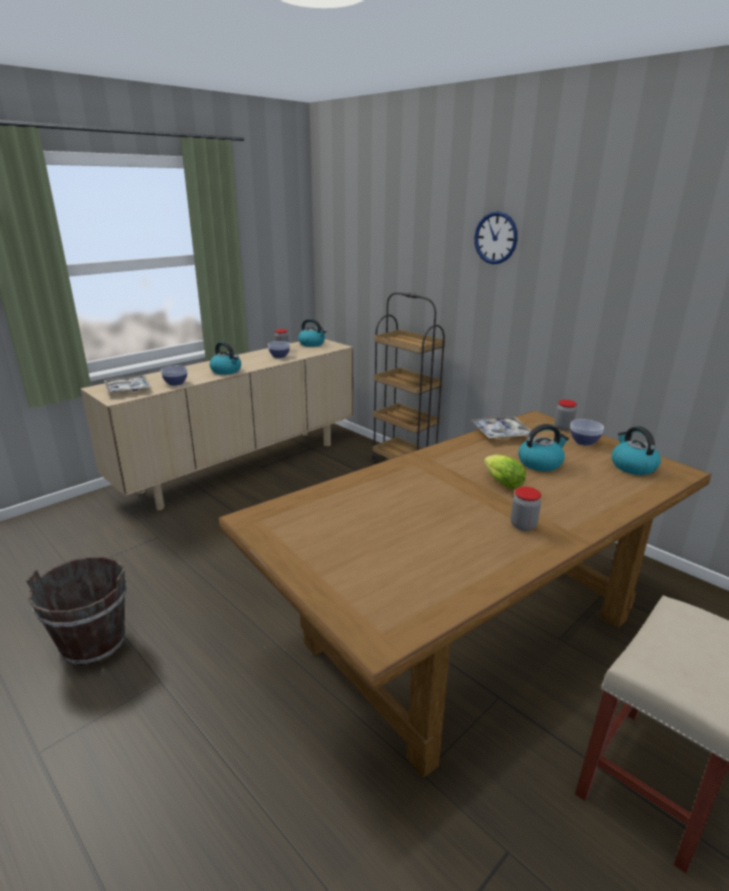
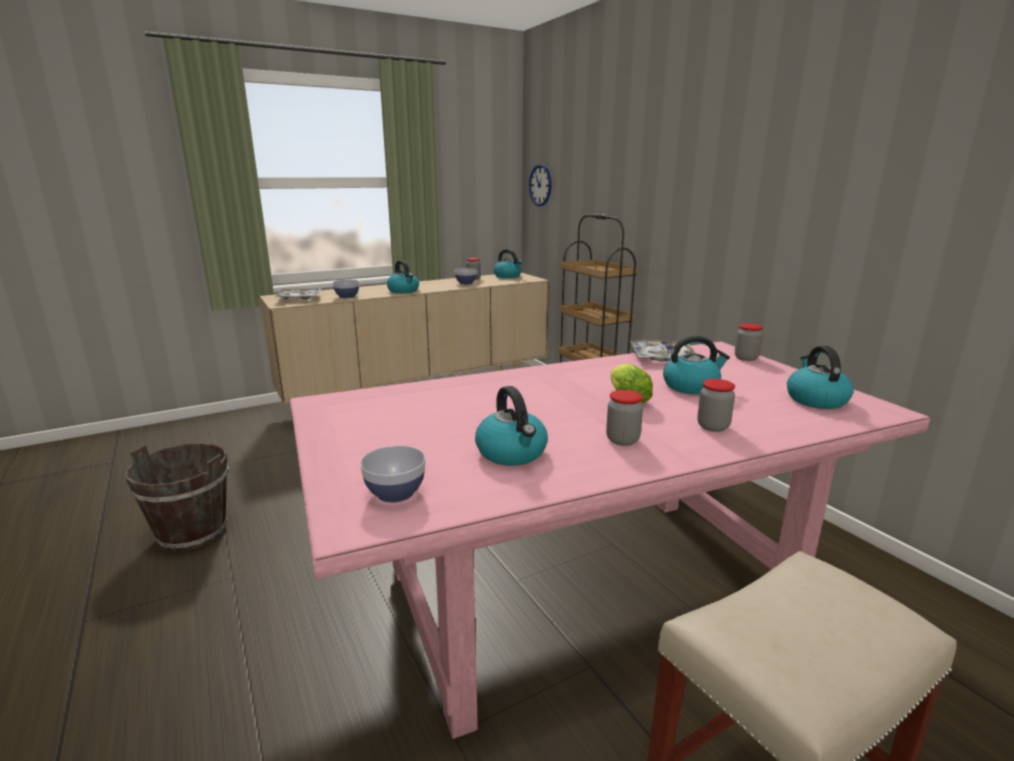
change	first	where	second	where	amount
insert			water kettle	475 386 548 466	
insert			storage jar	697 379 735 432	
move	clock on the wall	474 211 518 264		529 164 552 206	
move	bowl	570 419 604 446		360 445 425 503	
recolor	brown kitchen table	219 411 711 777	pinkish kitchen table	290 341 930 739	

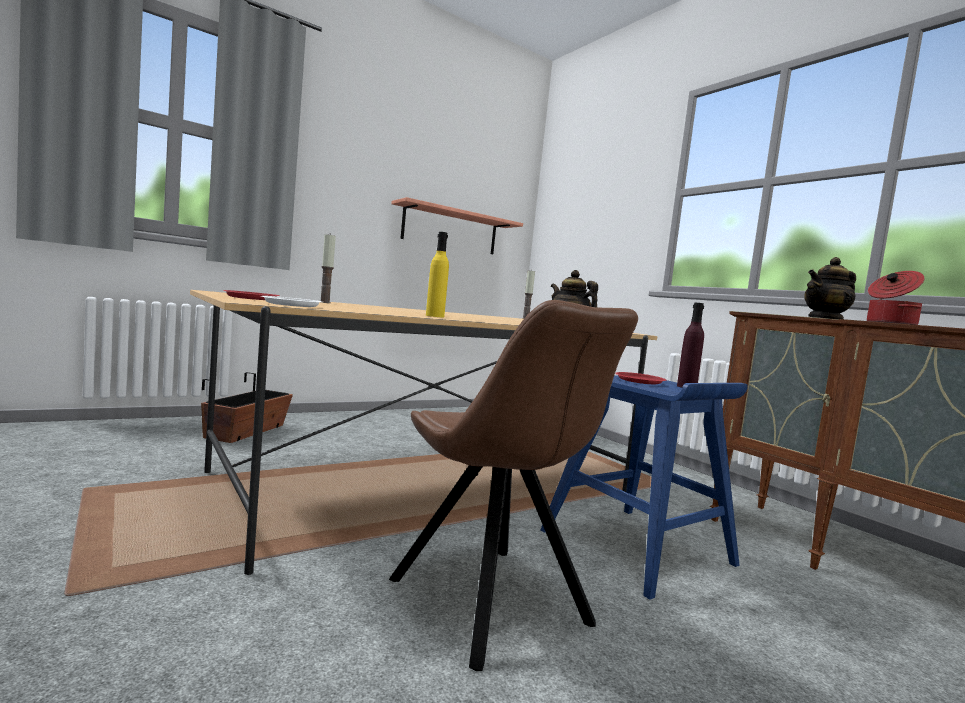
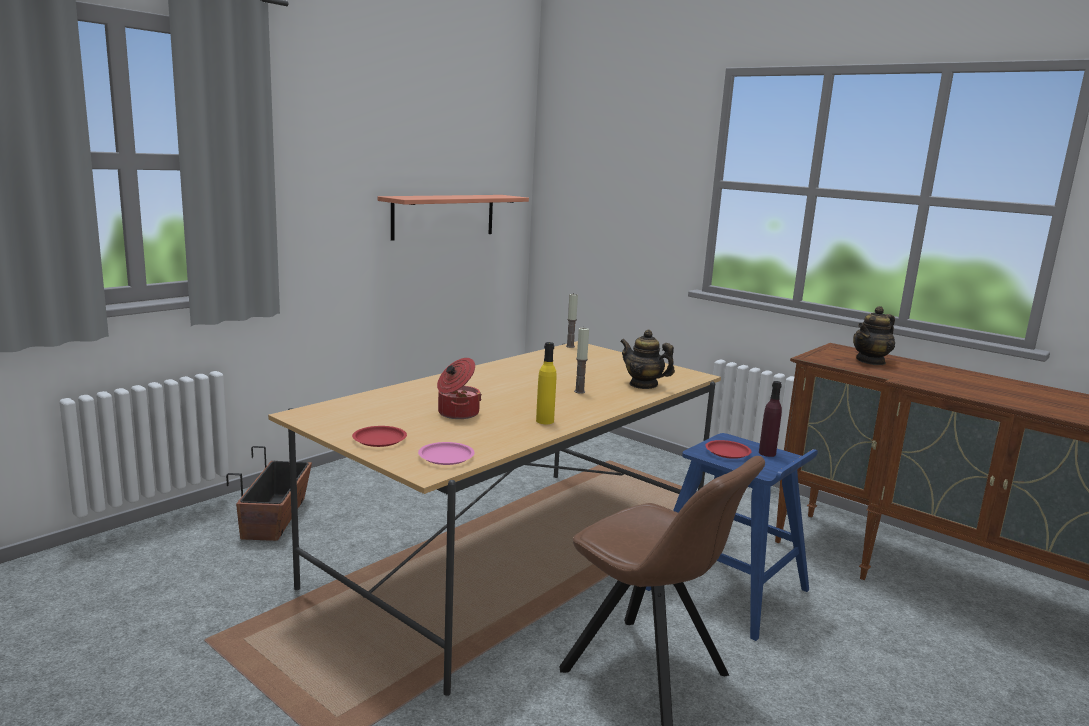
change	first	where	second	where	amount
move	candle	321 234 336 303		574 328 589 394	
move	cooking pot	867 271 925 325		437 358 482 419	
recolor	white dinner plate	261 296 322 307	pinkish dinner plate	418 442 475 465	

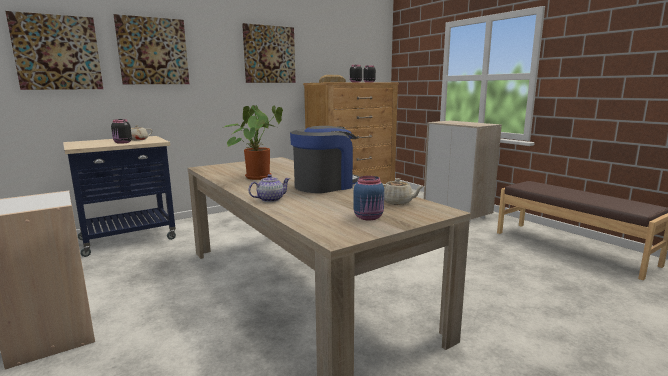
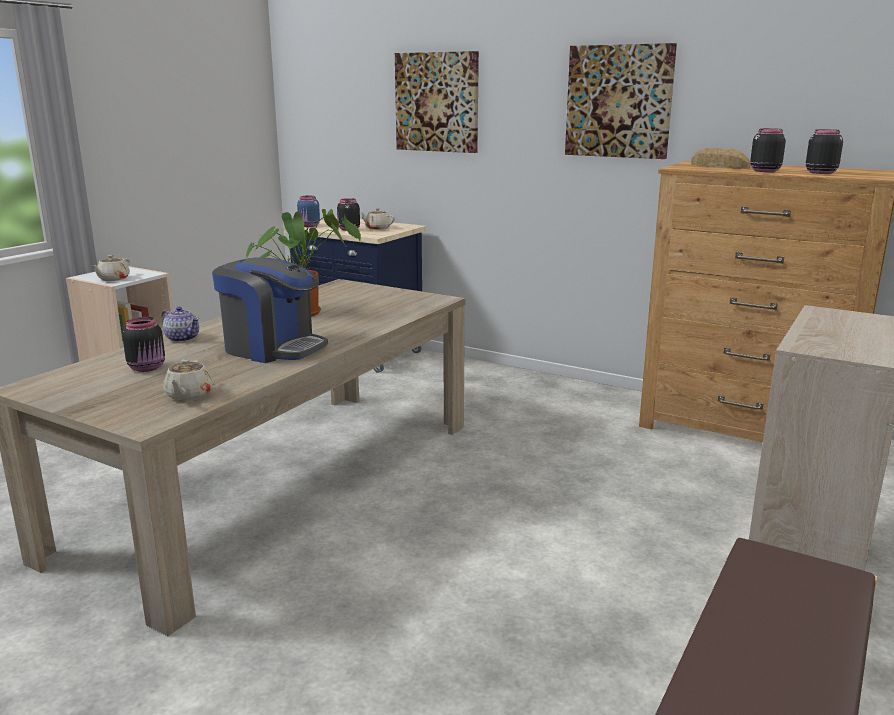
change	first	where	second	where	amount
delete	picture	6 11 103 90			
insert			beige tea pot	91 255 130 281	
insert			black storage jar	122 317 165 372	
move	bluish storage jar	354 176 384 220		297 196 320 227	

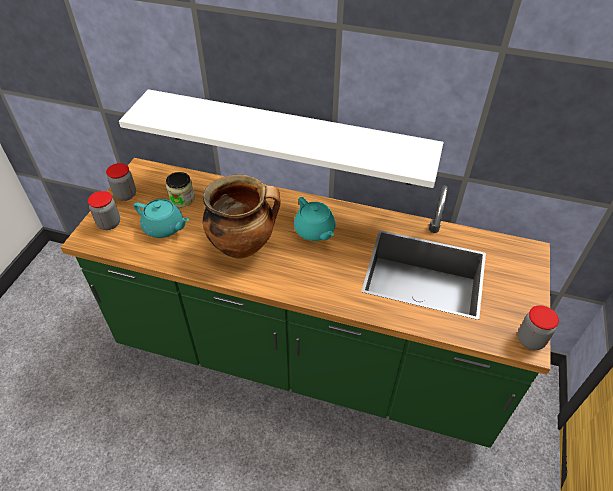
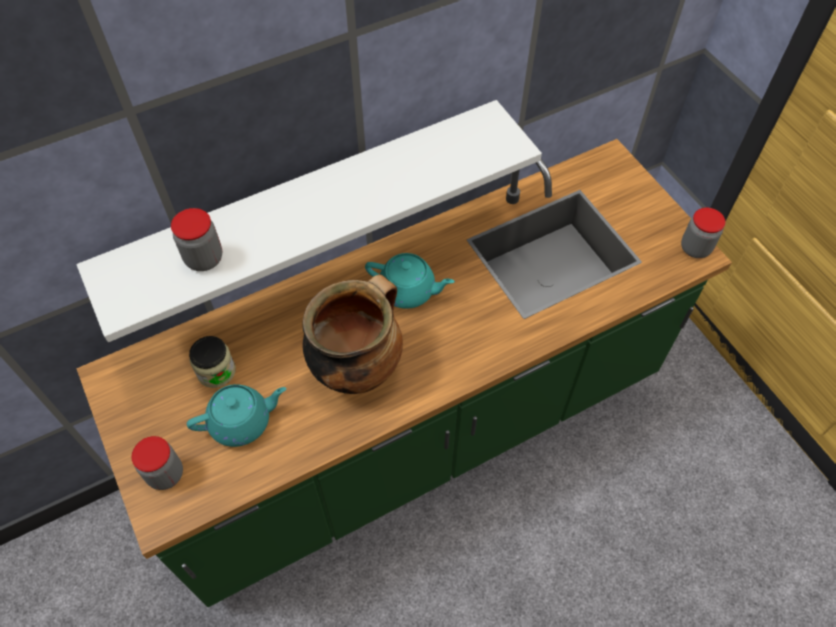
change	first	where	second	where	amount
move	storage jar	106 163 136 201		171 208 222 271	

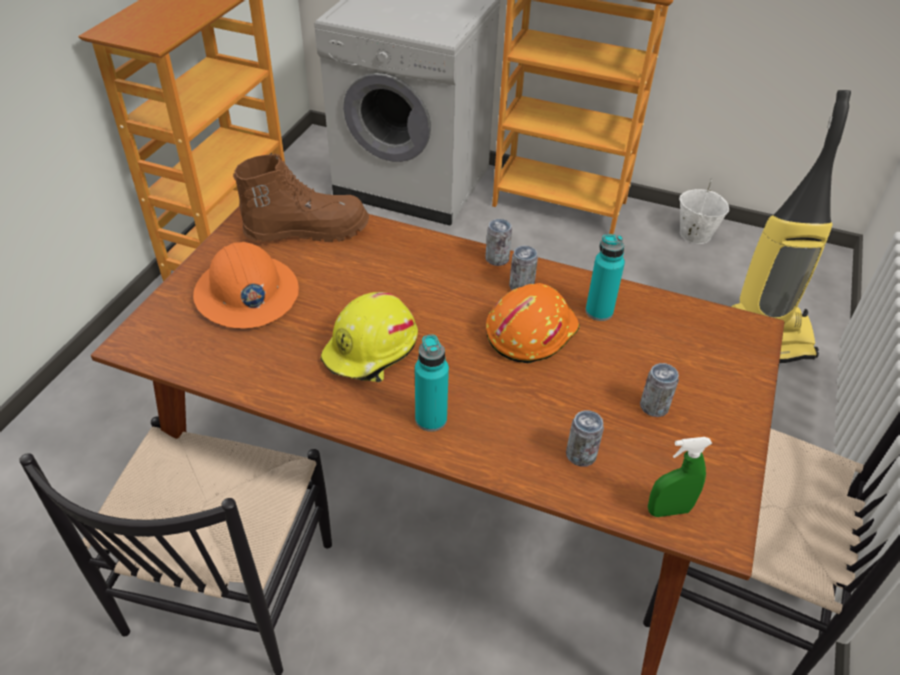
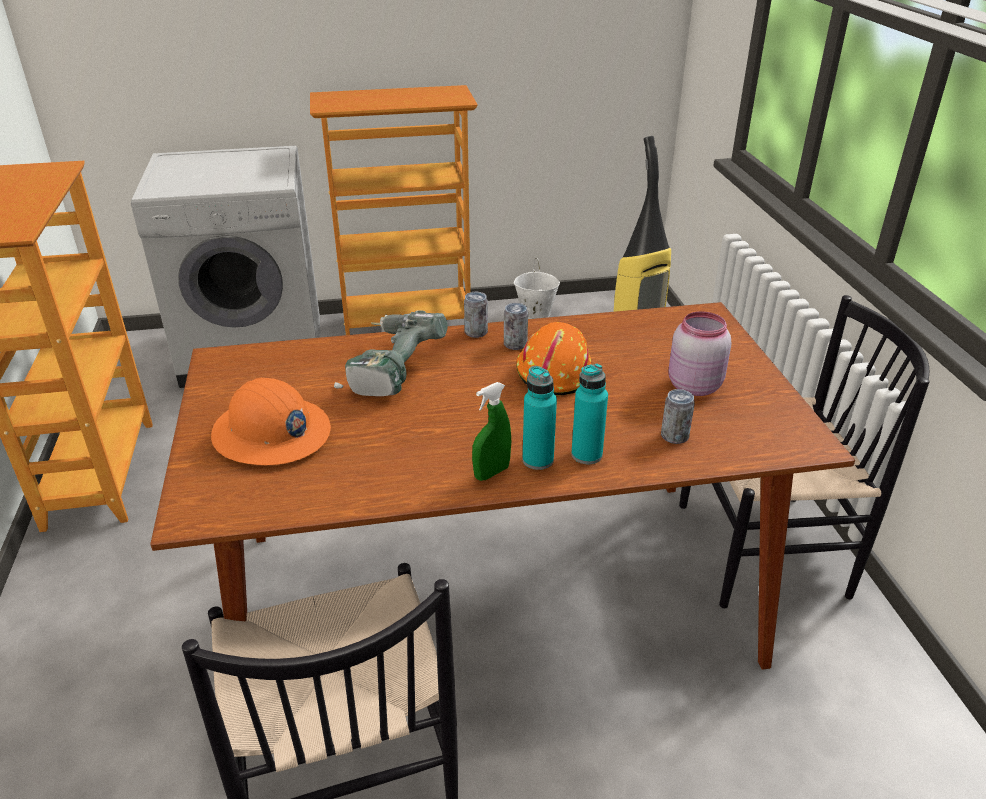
change	first	where	second	where	amount
delete	brown boot	233 153 369 242			
delete	yellow safety helmet	320 292 418 382			
insert			electric drill	334 310 448 396	
move	blue-green beverage bottle	585 234 625 321		571 363 608 464	
move	green spray bottle	648 437 712 517		472 382 511 481	
replace	metal can	640 363 679 417	pinkish storage jar	669 311 731 396	

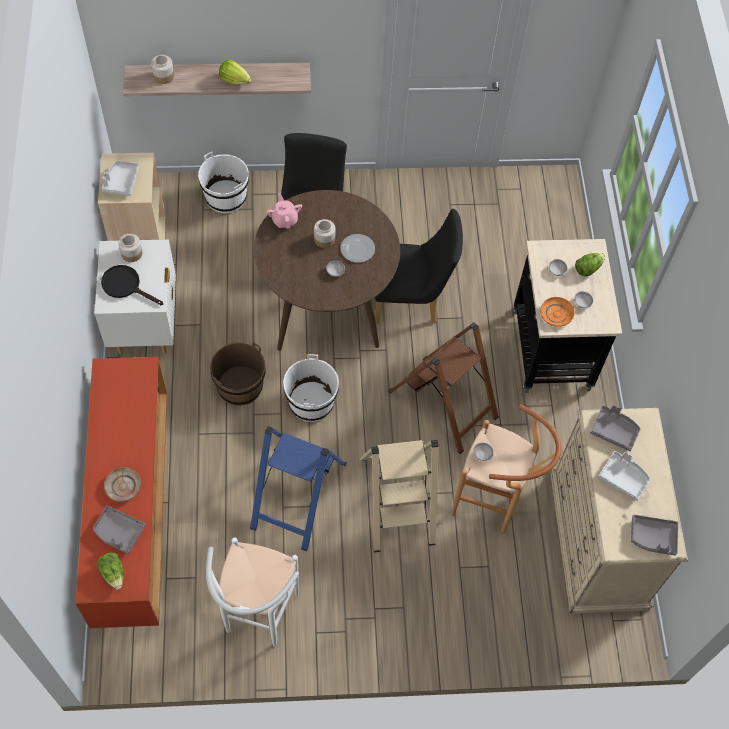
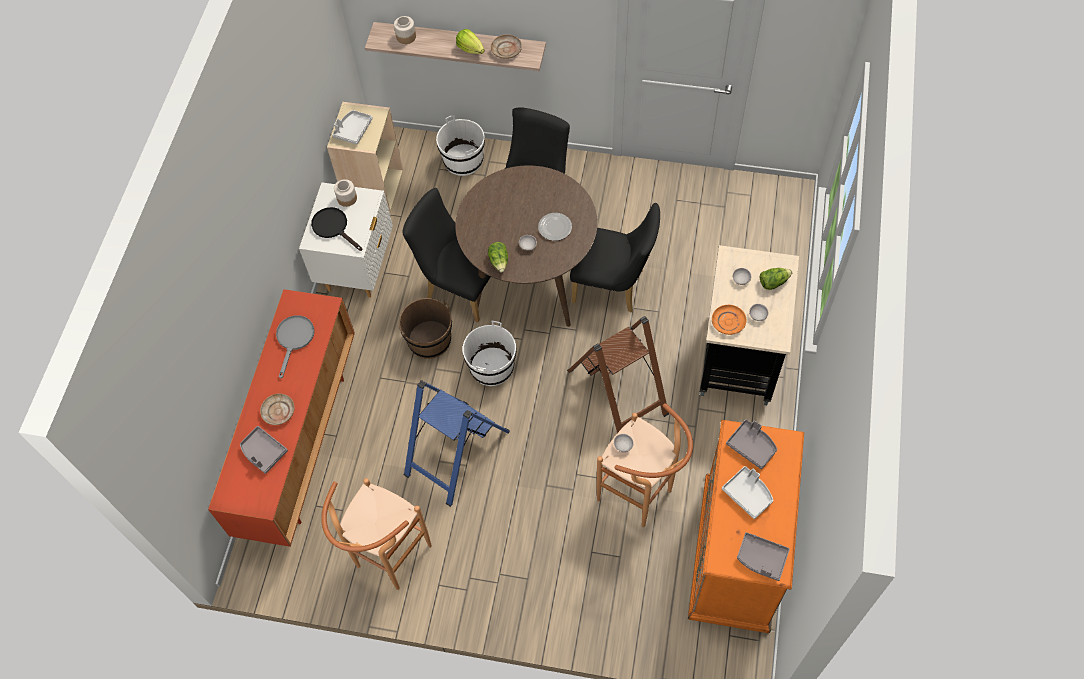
change	first	where	second	where	amount
delete	pinkish tea pot	266 193 302 229			
delete	storage jar	314 219 335 248			
delete	beige step ladder	360 440 439 552			
insert			grey pan	276 315 315 379	
insert			black plain chair	403 188 491 322	
insert			beige dinner plate	491 34 522 59	
move	lettuce	97 552 124 590		488 242 508 273	
recolor	white stool	206 537 299 647	brown stool	321 478 432 590	
recolor	beige dresser	550 408 688 614	orange dresser	688 420 805 633	

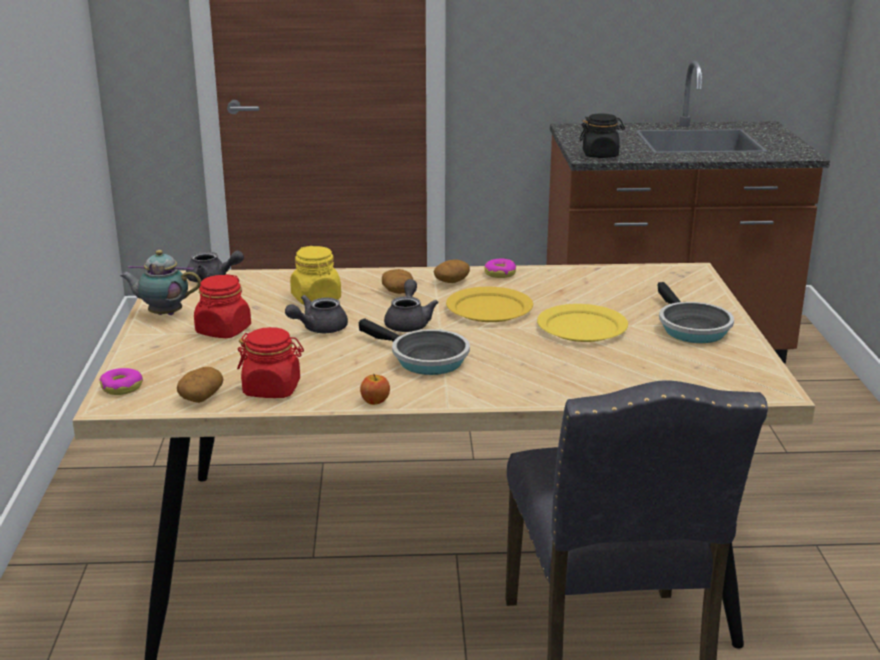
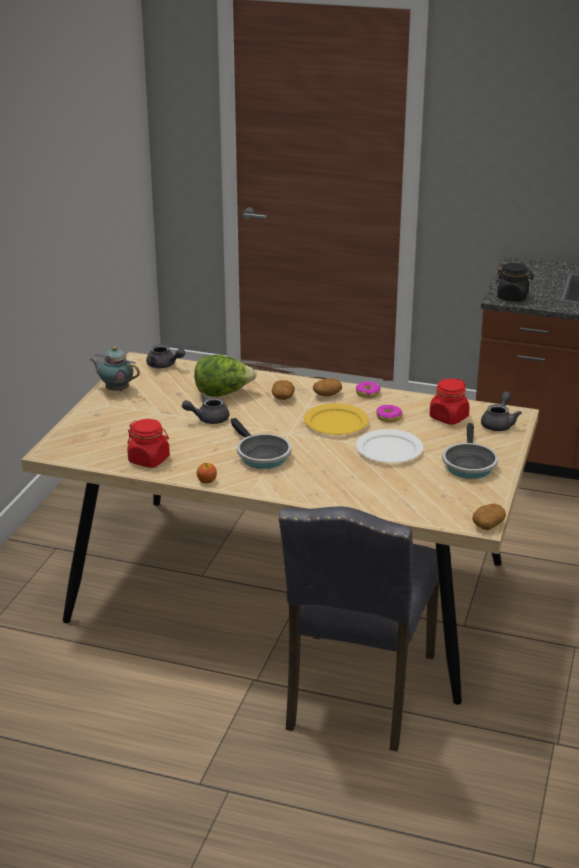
change	first	where	second	where	amount
move	doughnut	99 368 143 395		376 405 403 422	
move	spud	177 367 223 403		472 504 506 530	
move	reddish storage jar	194 274 251 338		429 379 470 425	
move	grey tea pot	384 279 439 332		481 392 522 431	
replace	yellow storage jar	290 246 341 305	lettuce	194 355 257 397	
recolor	yellow dinner plate	537 304 628 342	white dinner plate	356 429 423 463	

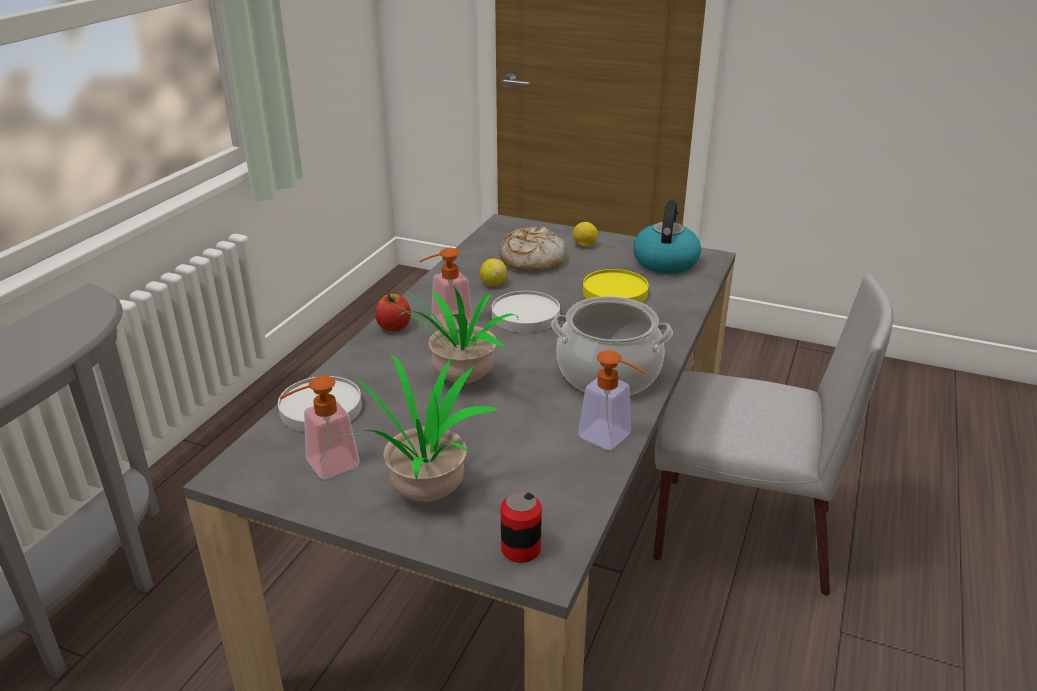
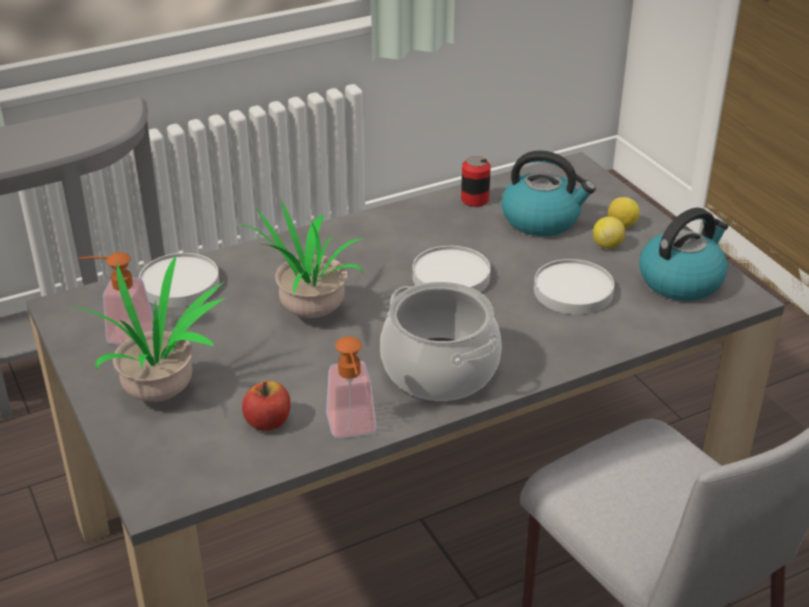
change	first	where	second	where	amount
delete	liquid soap bottle	419 248 473 328			
move	apple	375 294 411 332		242 381 291 431	
move	lemon	480 258 507 286		593 216 625 249	
move	metal can	501 491 542 563		461 156 491 207	
replace	baked bread	499 227 565 270	water kettle	501 150 596 236	
recolor	yellow dinner plate	583 269 649 303	white dinner plate	534 259 614 315	

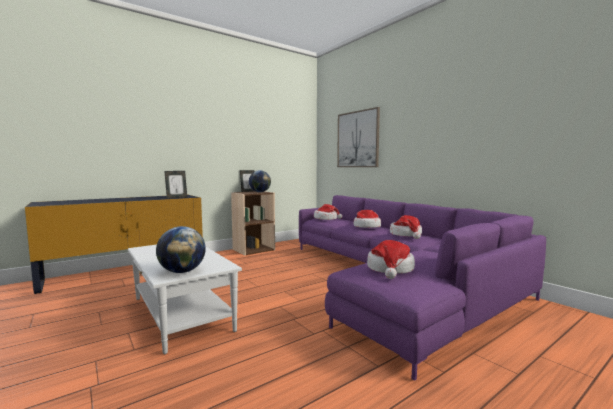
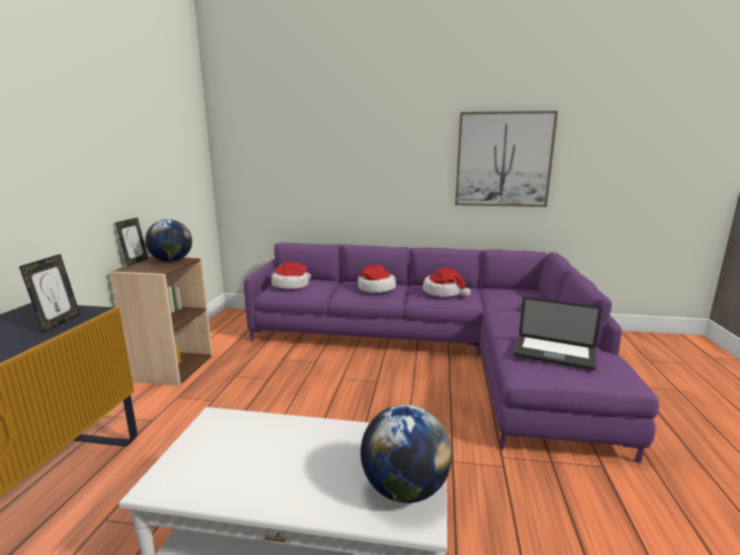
change	first	where	second	where	amount
move	picture	337 107 380 167		455 111 558 207	
replace	wearable hat	367 240 415 279	laptop	514 297 602 371	

